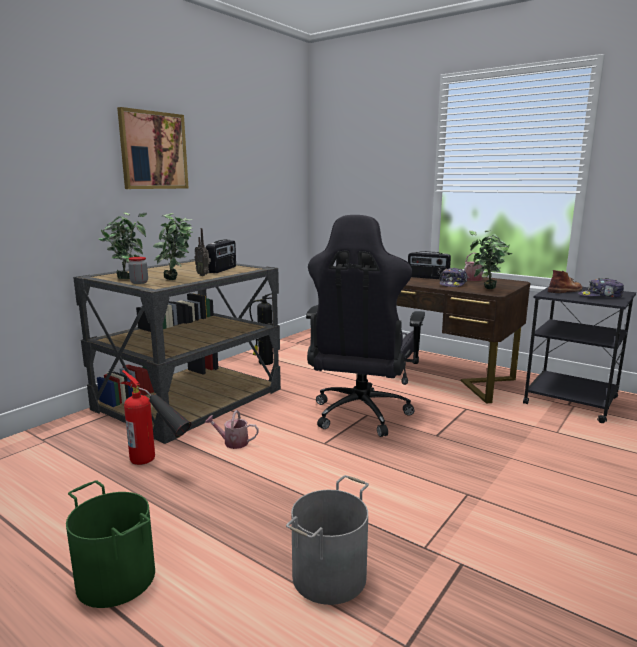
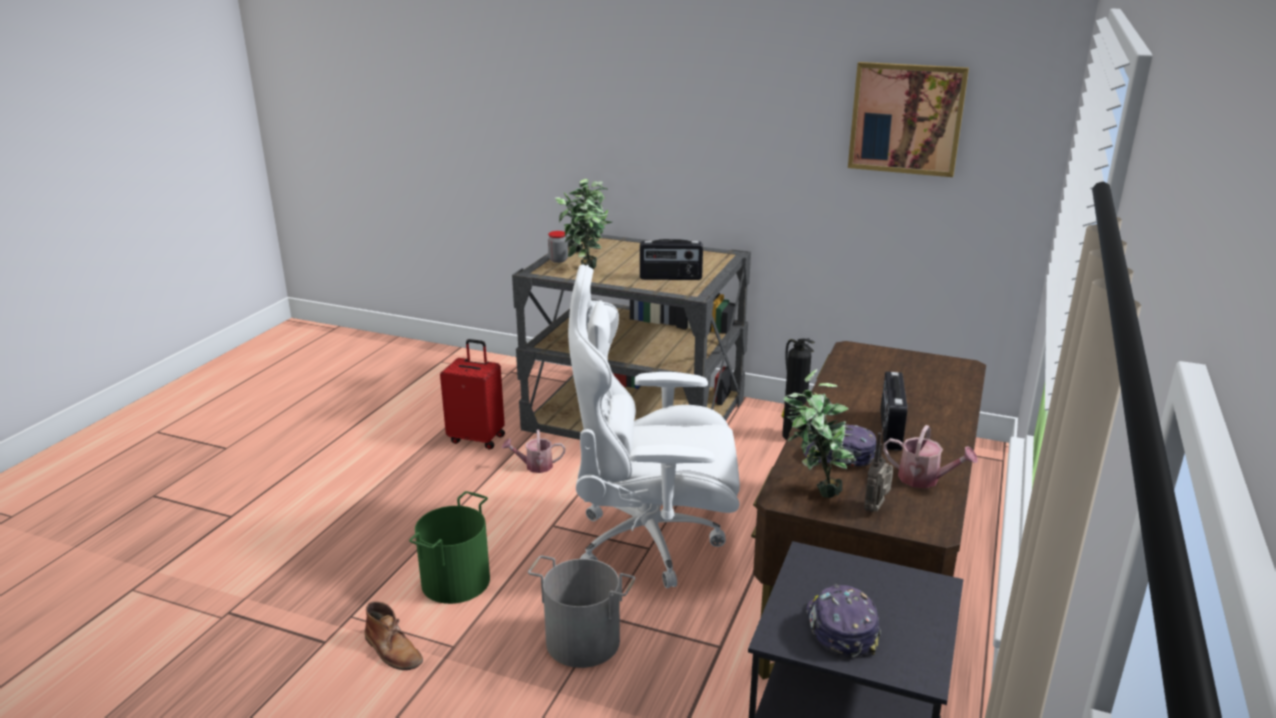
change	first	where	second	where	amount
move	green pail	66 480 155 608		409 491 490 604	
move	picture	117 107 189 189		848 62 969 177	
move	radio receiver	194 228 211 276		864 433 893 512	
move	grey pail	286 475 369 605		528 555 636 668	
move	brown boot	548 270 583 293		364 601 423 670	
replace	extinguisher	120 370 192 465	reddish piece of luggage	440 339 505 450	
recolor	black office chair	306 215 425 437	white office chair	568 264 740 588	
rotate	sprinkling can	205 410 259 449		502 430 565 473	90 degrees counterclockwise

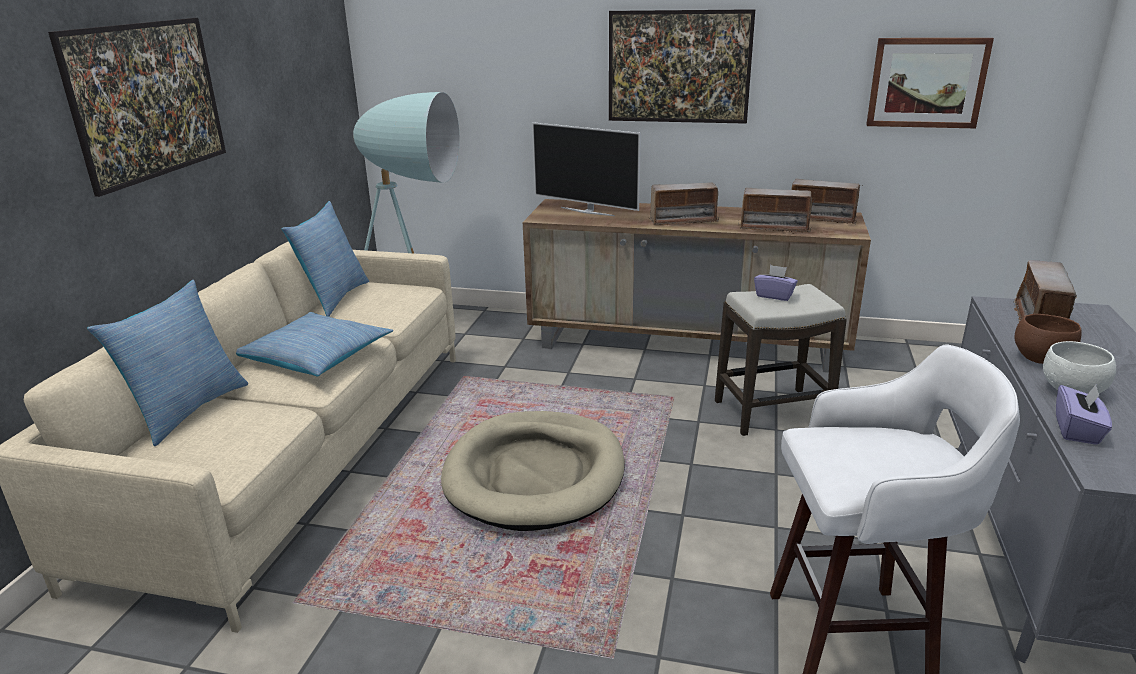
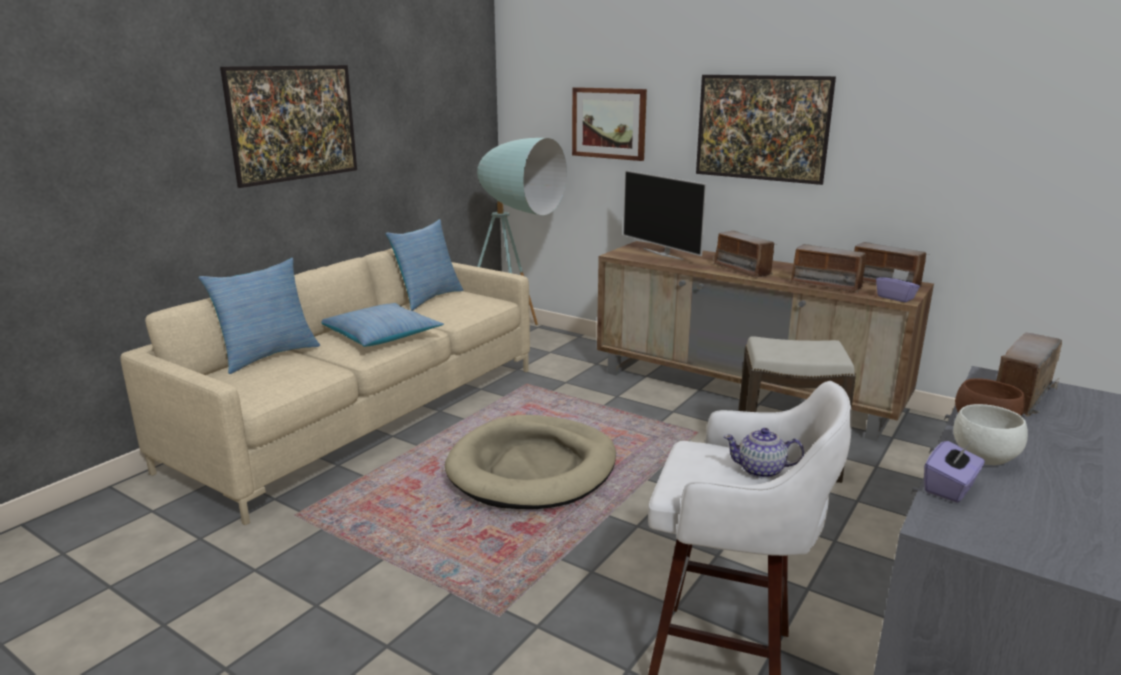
change	first	where	second	where	amount
insert			tea pot	723 428 804 478	
move	purple box of tissues	754 265 798 301		876 269 920 302	
move	picture	866 38 994 128		572 87 647 161	
rotate	radio receiver	648 182 719 225		713 231 777 278	45 degrees clockwise

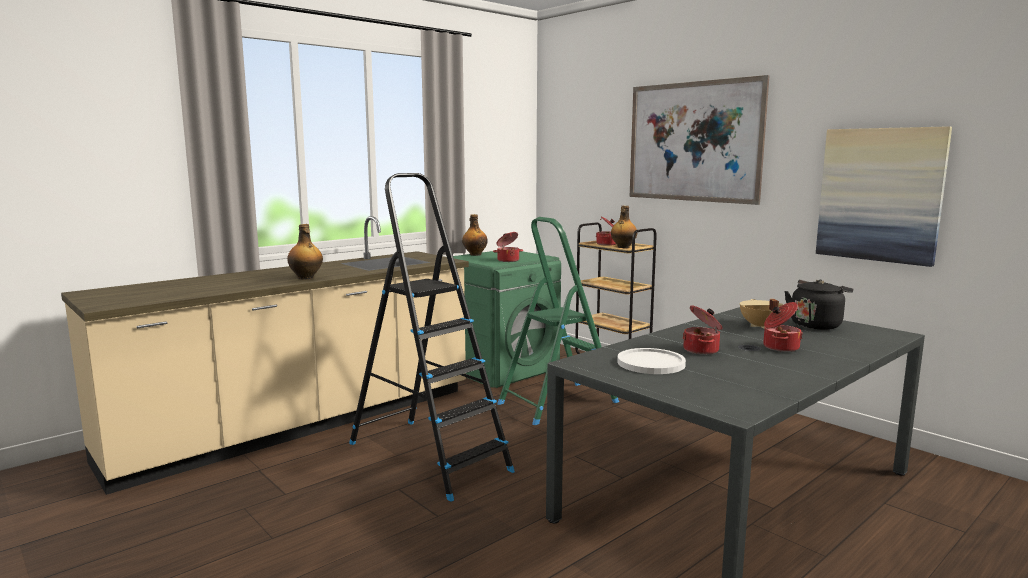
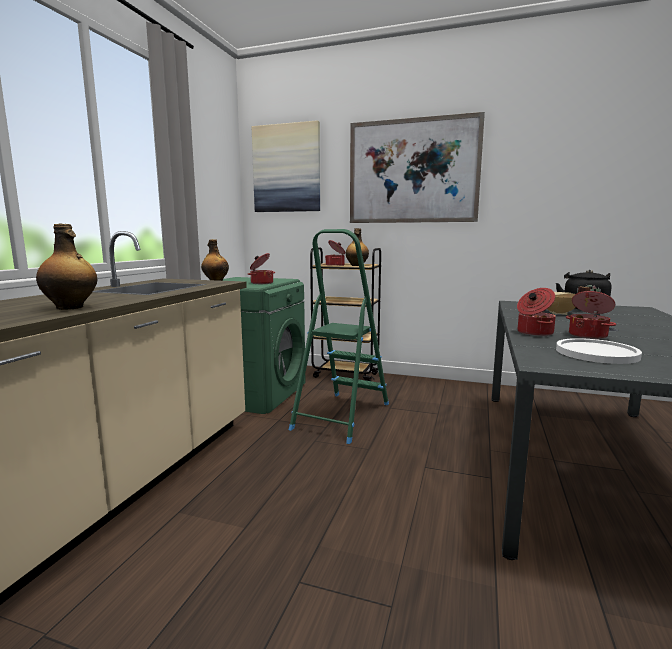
change	first	where	second	where	amount
delete	black step ladder	349 173 515 502			
move	cooking pot	763 302 803 352		517 288 556 336	
move	picture	816 126 952 267		252 120 320 212	

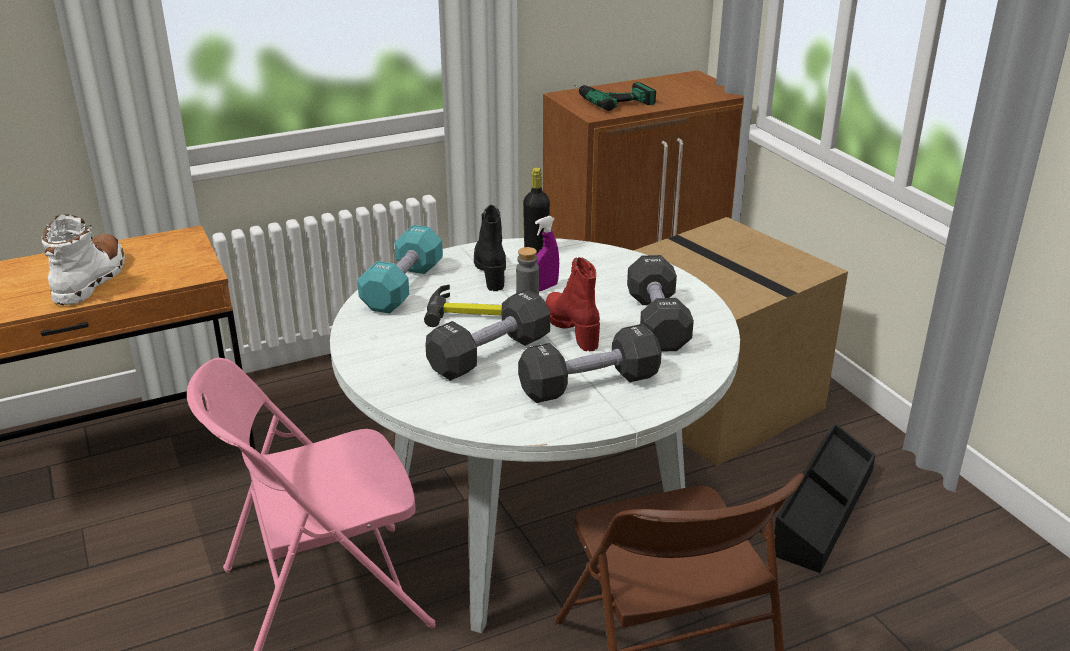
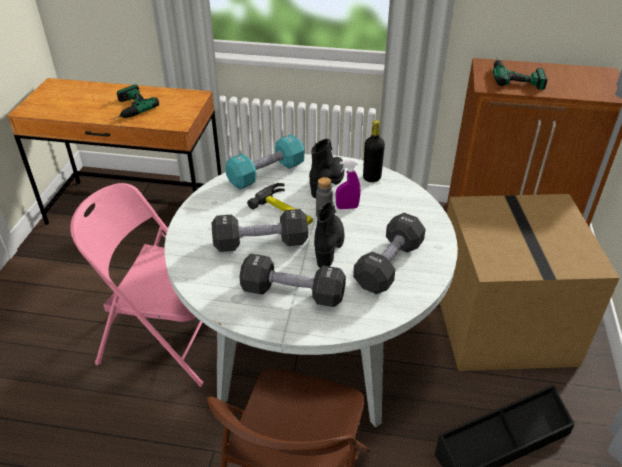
change	first	where	second	where	amount
replace	white boot	42 214 125 305	electric drill	111 84 159 120	
recolor	reddish boot	545 257 600 351	black boot	314 201 344 268	

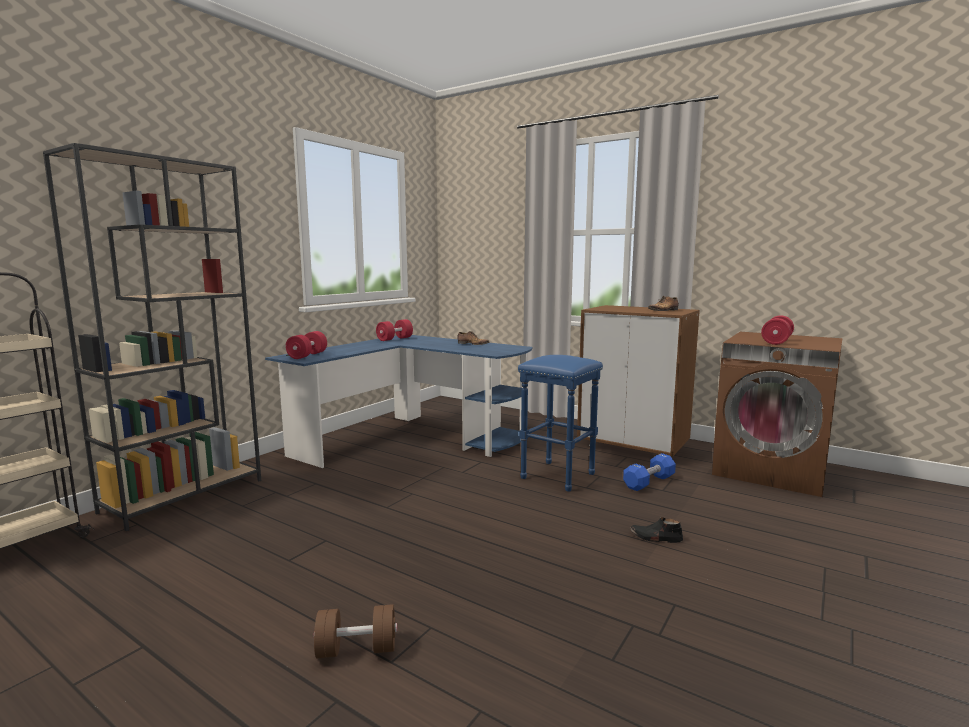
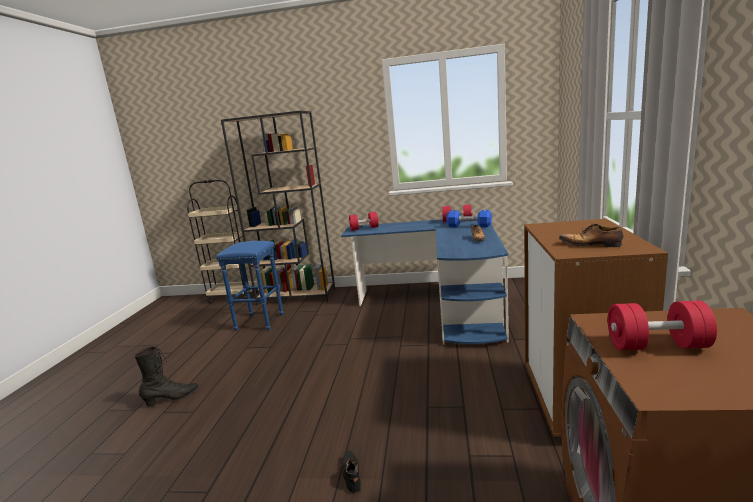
change	first	where	second	where	amount
move	bluish stool	518 355 603 492		216 241 284 331	
move	bluish dumbbell	623 453 676 491		446 210 492 227	
replace	brown dumbbell	314 604 397 658	black boot	134 347 199 406	

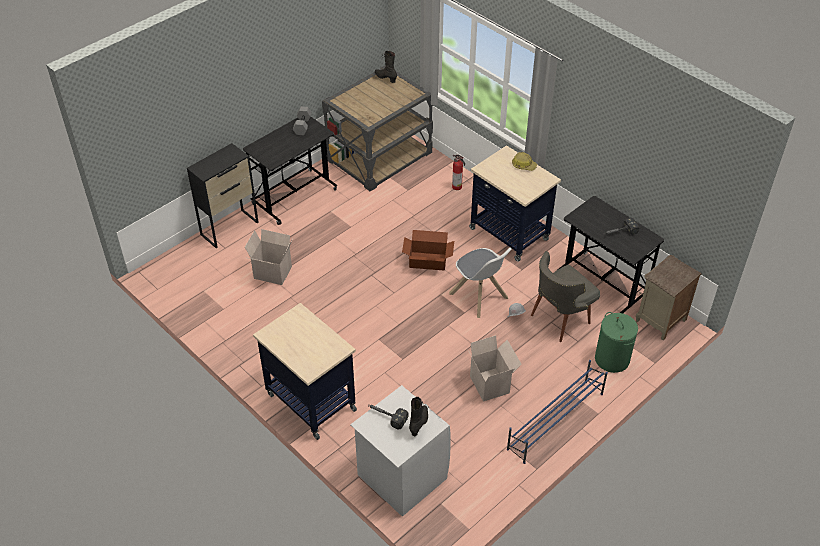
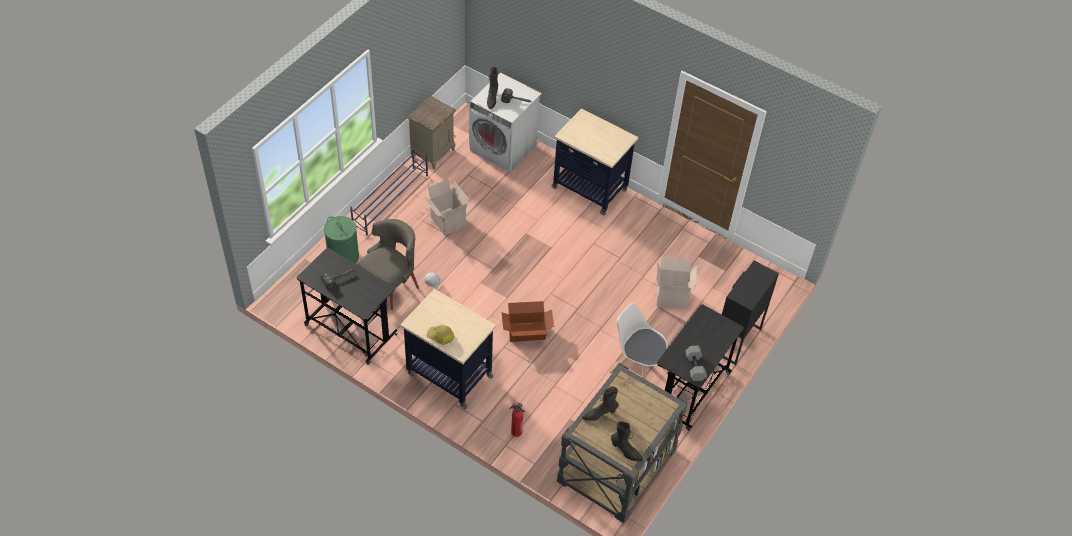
change	first	where	second	where	amount
insert			black boot	582 387 619 421	
move	plain chair	449 248 512 318		609 303 668 379	
move	beige nightstand	636 255 702 340		408 96 456 170	

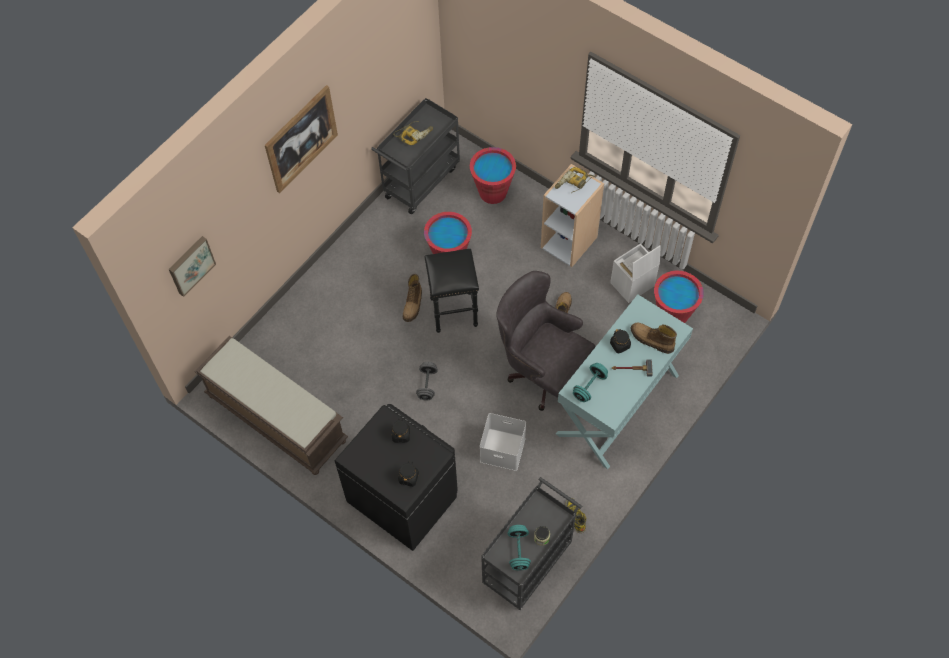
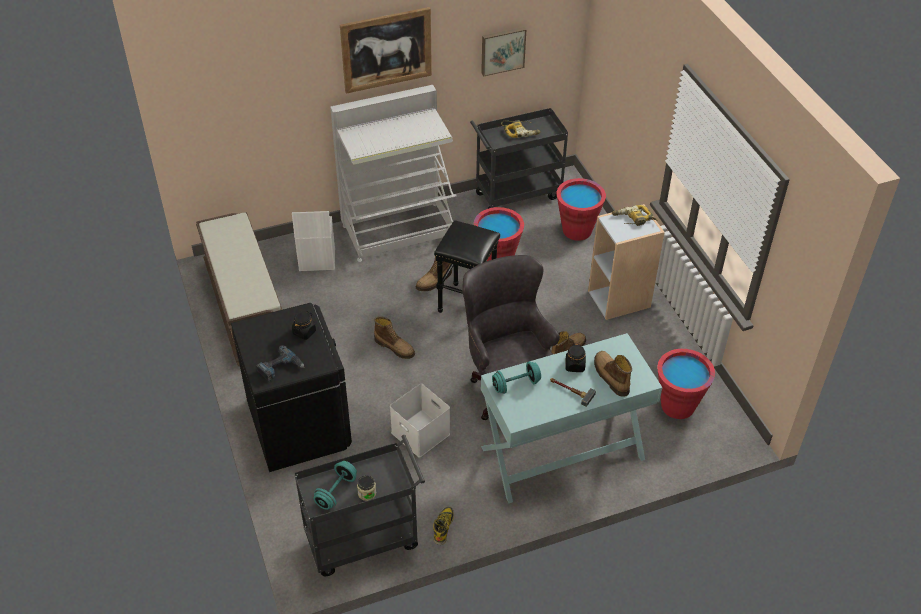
change	first	where	second	where	amount
insert			white shoe stand	330 85 456 262	
move	picture	169 236 216 297		481 27 526 77	
move	white storage container	610 243 661 303		292 211 335 271	
replace	black storage jar	398 461 419 487	electric drill	256 345 305 381	
replace	grey dumbbell	416 362 438 401	boot	374 316 415 359	

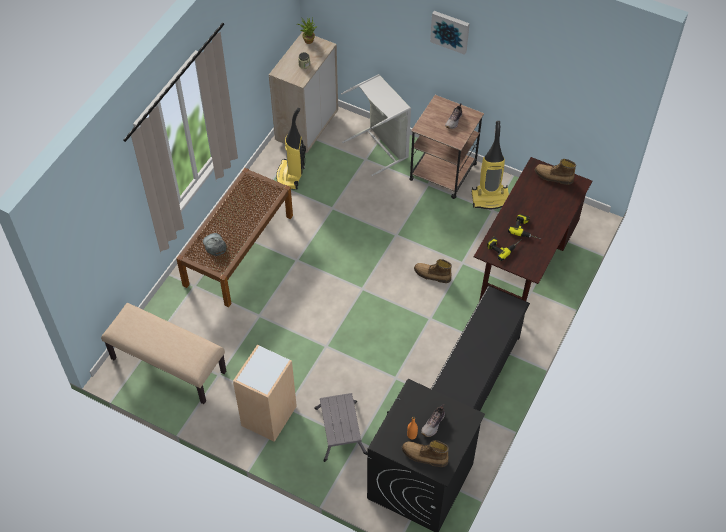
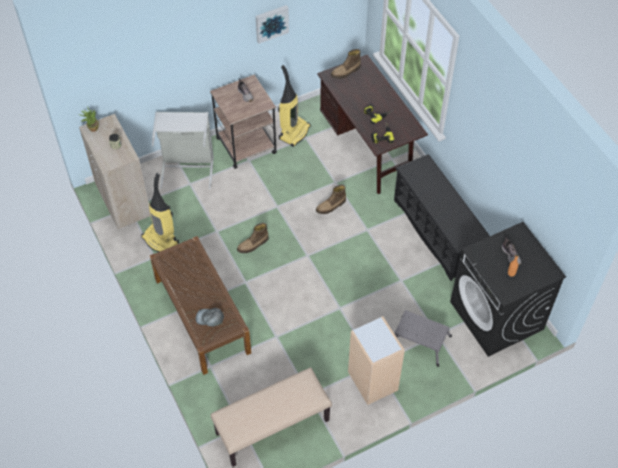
change	first	where	second	where	amount
move	boot	402 440 449 467		237 223 269 253	
move	picture	430 11 470 55		256 5 289 44	

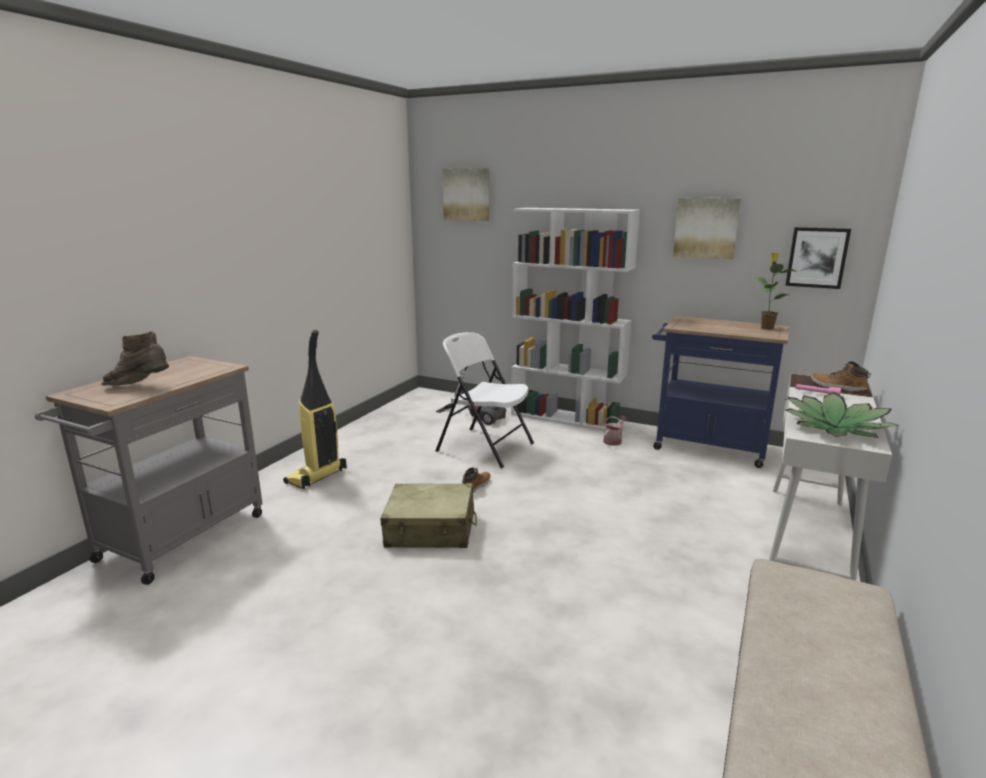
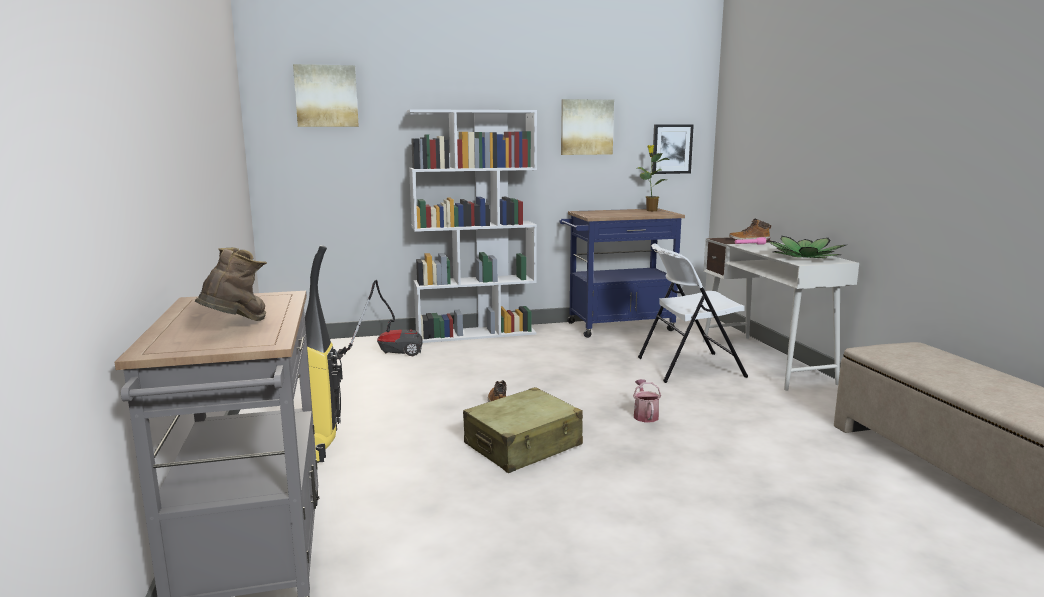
change	first	where	second	where	amount
move	white plain chair	436 332 534 469		638 243 748 383	
move	sprinkling can	603 416 627 446		633 379 661 422	
rotate	brown boot	102 331 169 385		194 247 267 321	135 degrees clockwise

